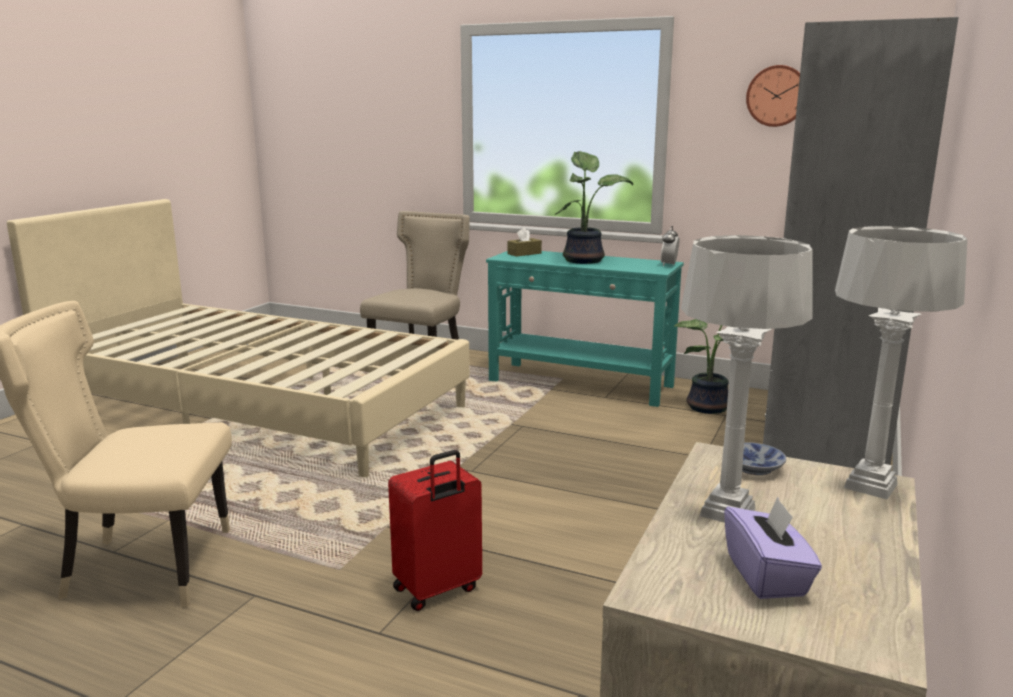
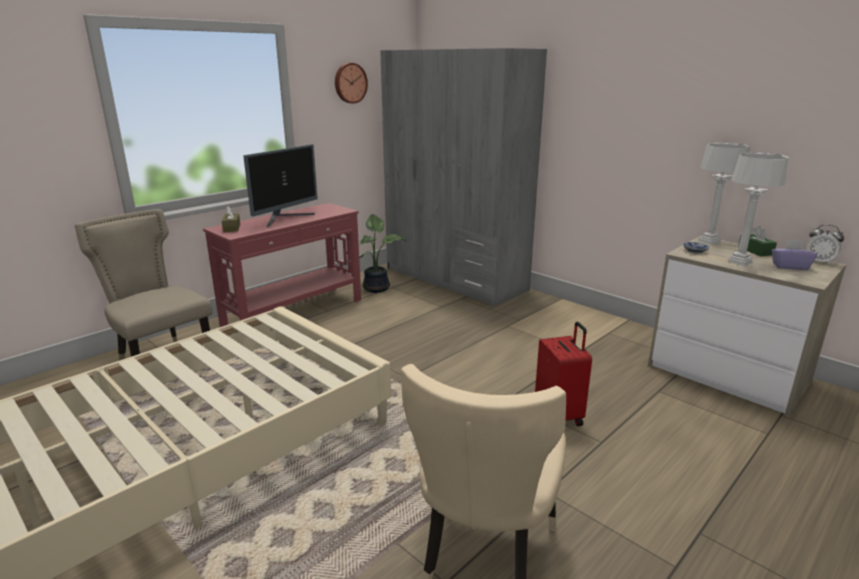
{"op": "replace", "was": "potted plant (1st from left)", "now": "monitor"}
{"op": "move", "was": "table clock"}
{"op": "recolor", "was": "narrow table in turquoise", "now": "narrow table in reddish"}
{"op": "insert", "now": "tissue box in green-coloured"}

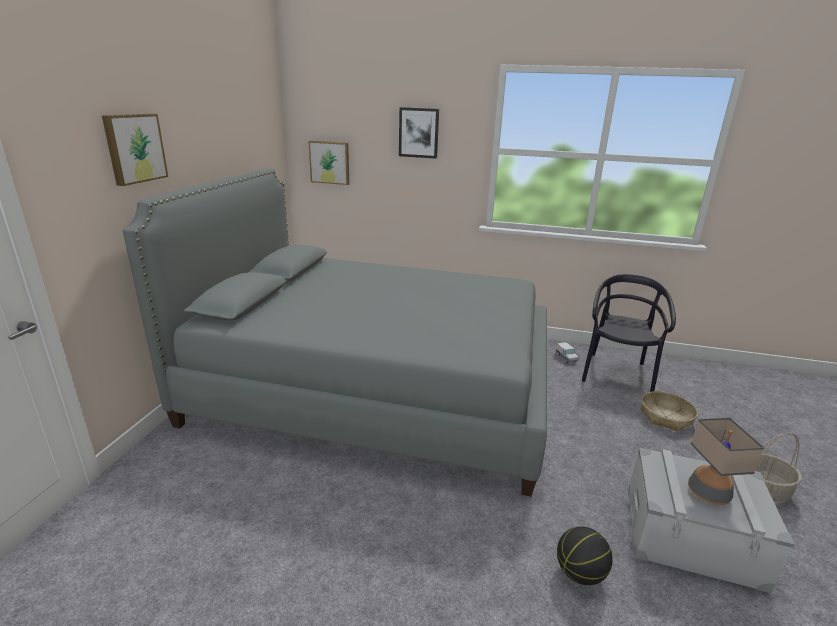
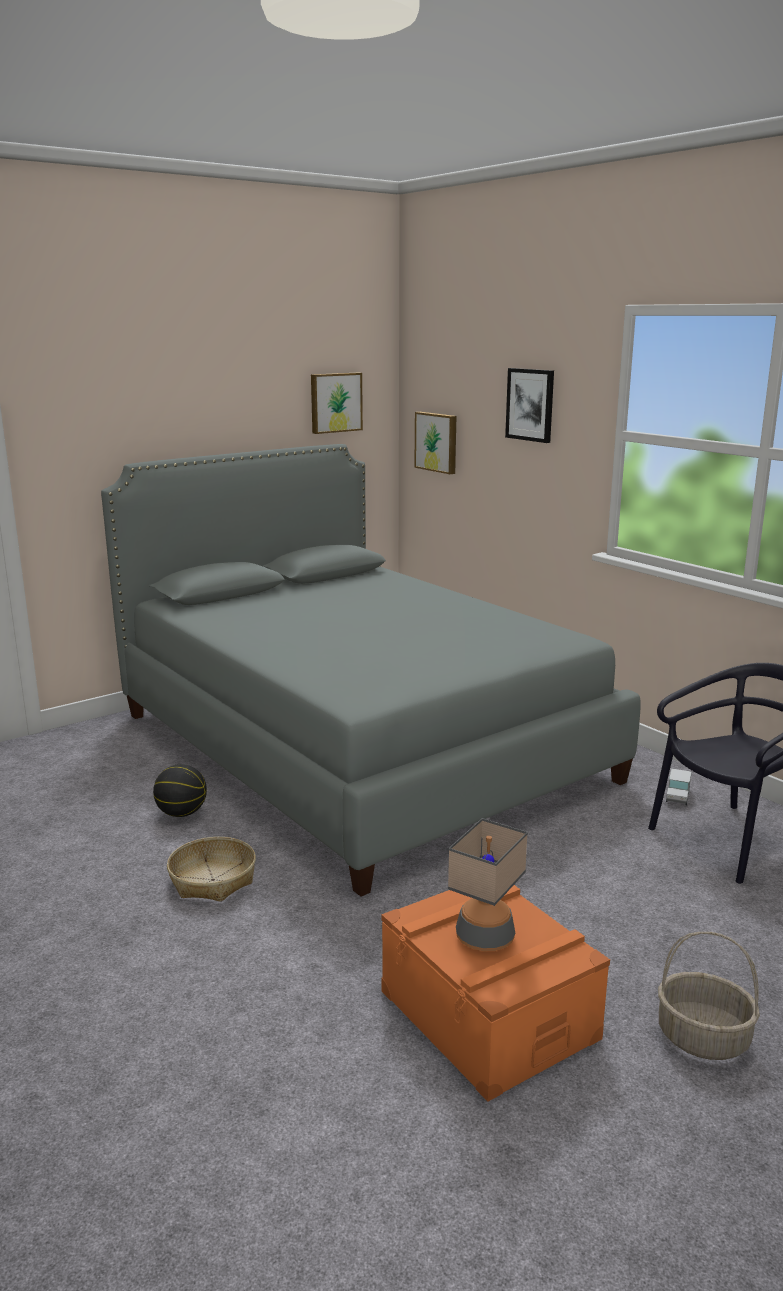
{"op": "move", "was": "picture (1st from left)"}
{"op": "move", "was": "household basket (1st from left)"}
{"op": "recolor", "was": "storage bin in grey", "now": "storage bin in orange-coloured"}
{"op": "move", "was": "ball for basketball"}

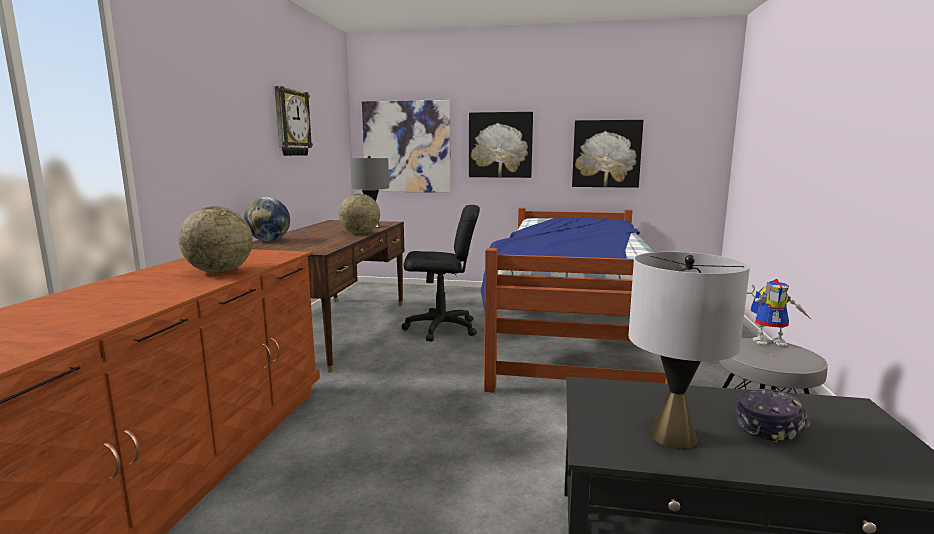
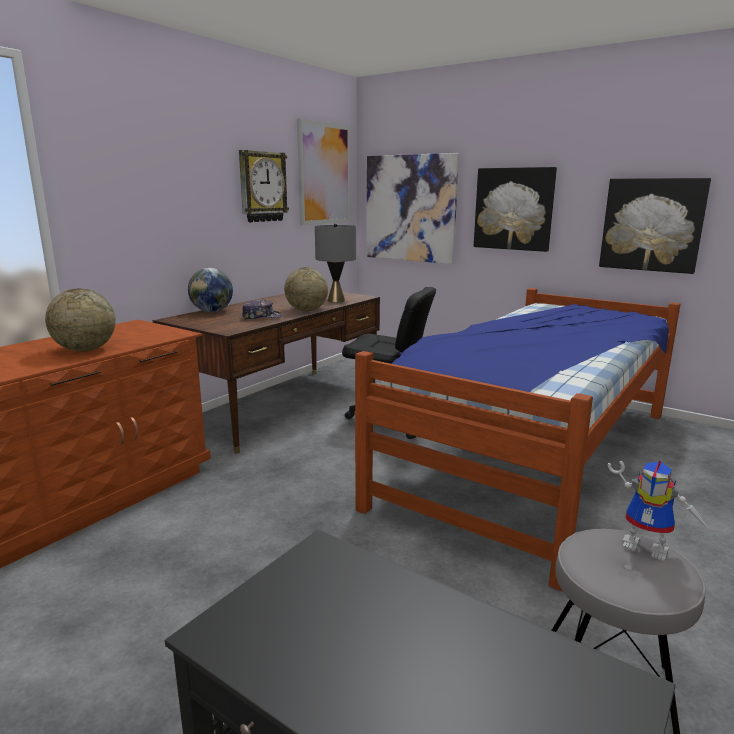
{"op": "delete", "was": "tabletop lamp in grey (2nd from left)"}
{"op": "move", "was": "cap"}
{"op": "insert", "now": "picture (1st from left)"}

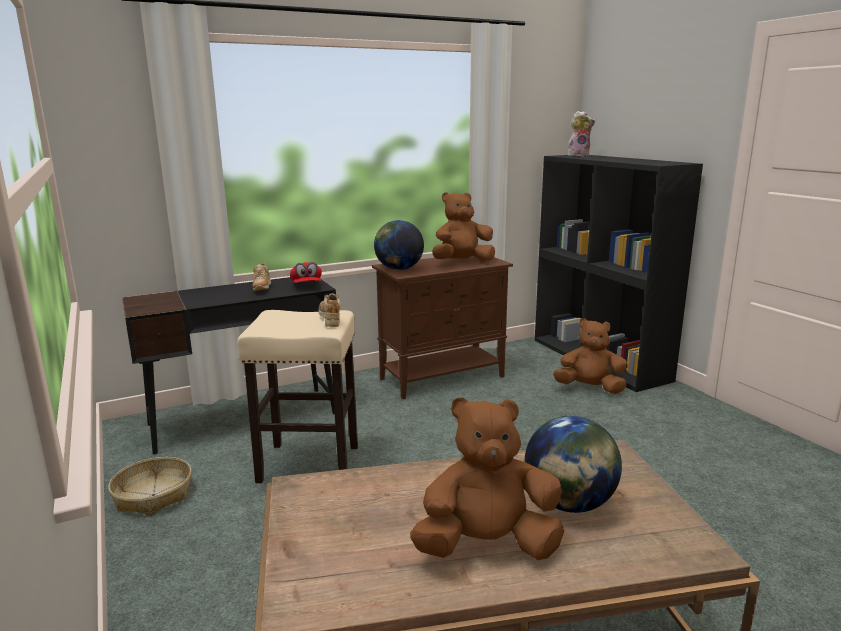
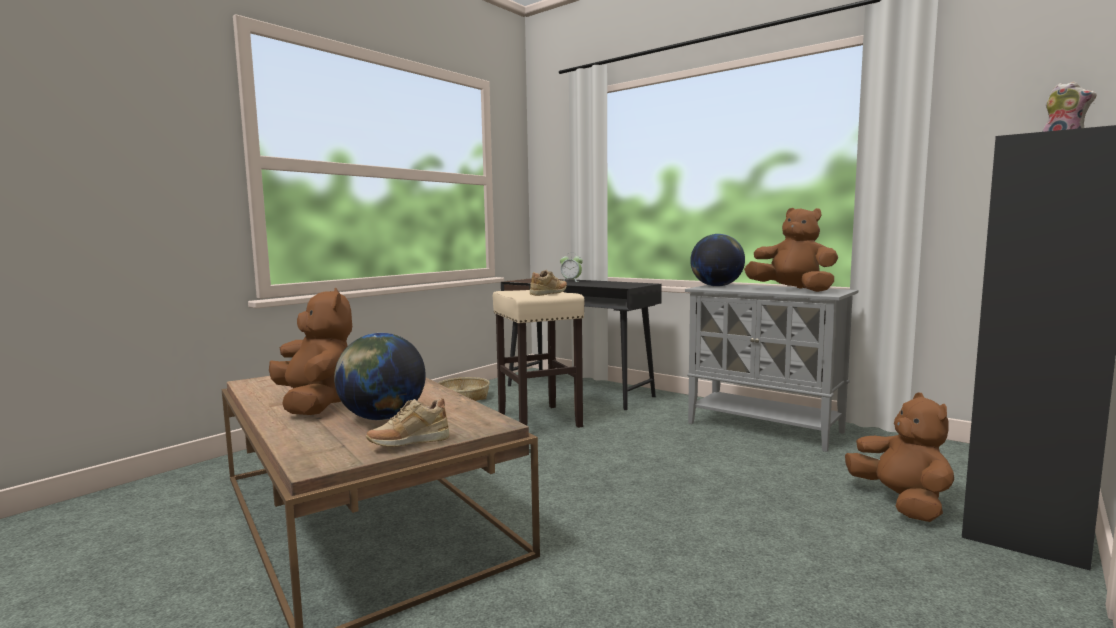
{"op": "recolor", "was": "cupboard in brown-coloured", "now": "cupboard in grey"}
{"op": "delete", "was": "cap in reddish"}
{"op": "move", "was": "shoe in beige (1st from left)"}
{"op": "insert", "now": "table clock"}

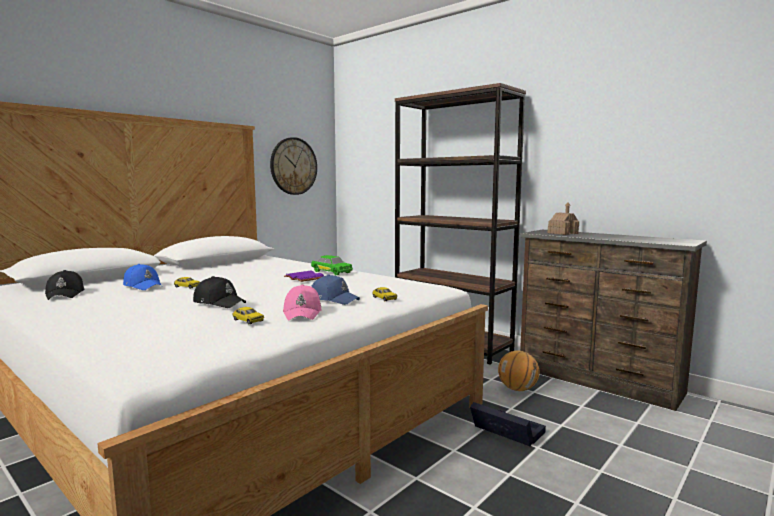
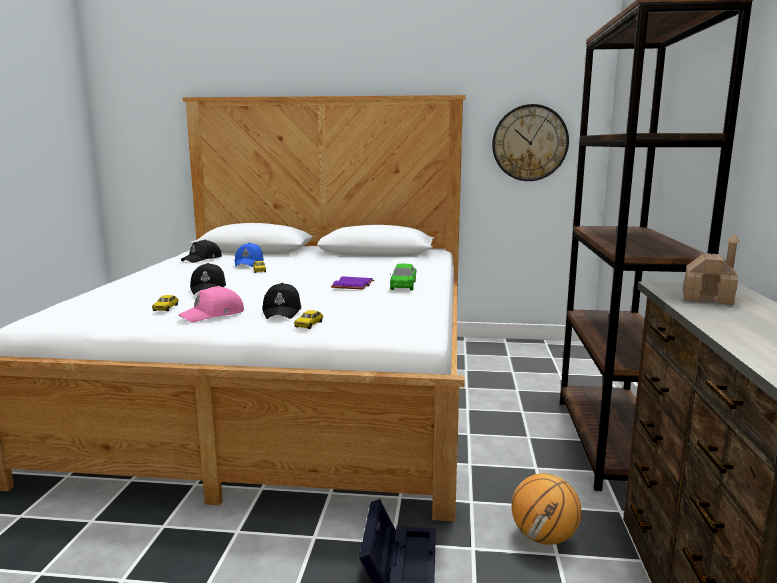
{"op": "recolor", "was": "cap in blue (2nd from left)", "now": "cap in blackish (3rd from left)"}

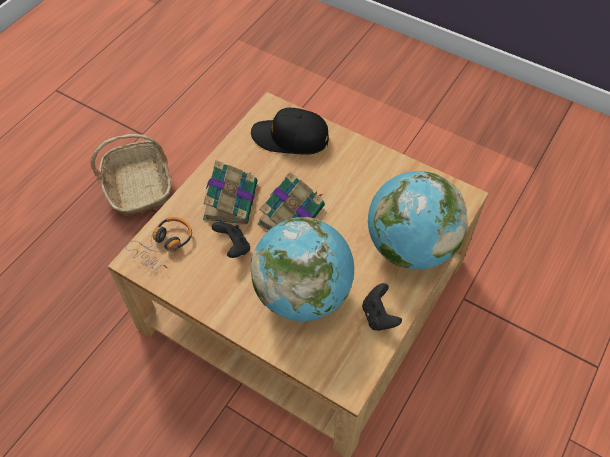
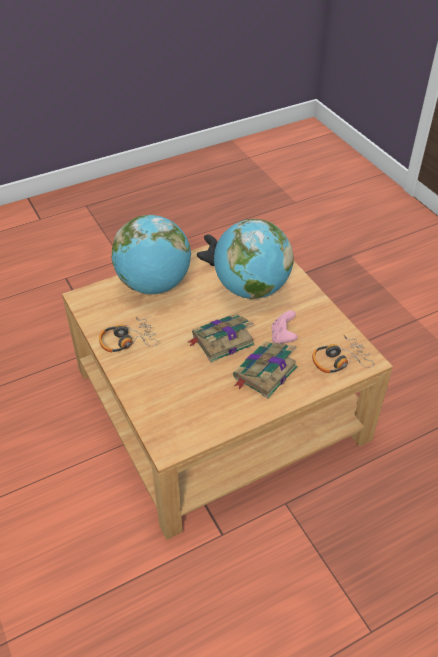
{"op": "delete", "was": "cap in blackish"}
{"op": "delete", "was": "household basket"}
{"op": "recolor", "was": "game controller in blackish (1st from left)", "now": "game controller in pinkish"}
{"op": "insert", "now": "pair of headphones (1st from left)"}

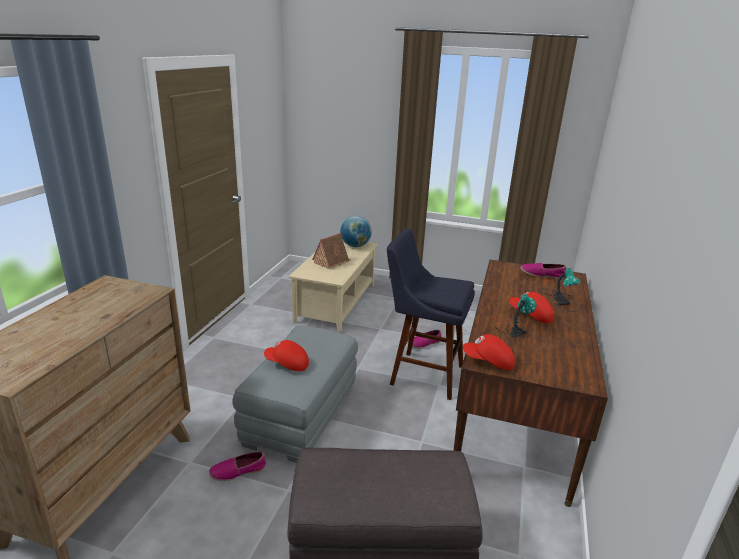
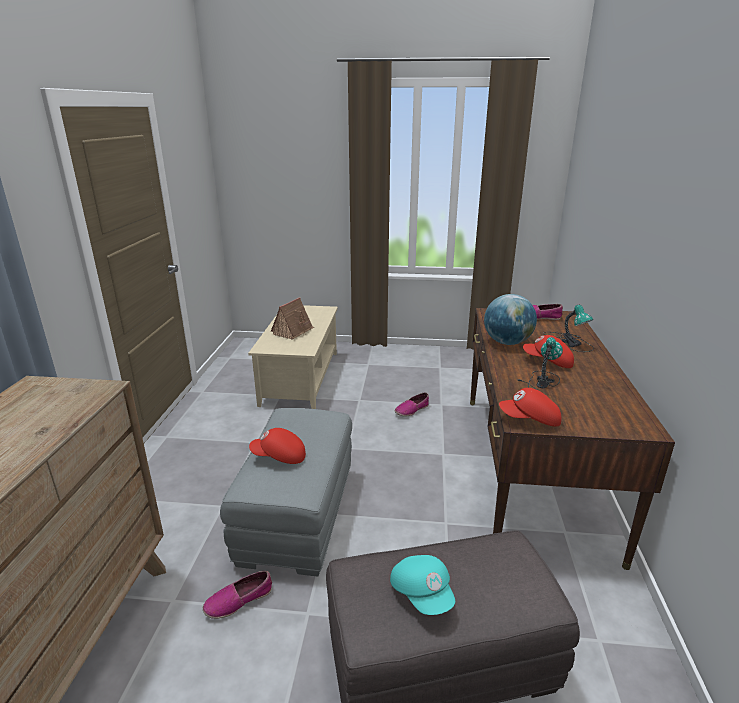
{"op": "move", "was": "globe"}
{"op": "delete", "was": "sitting stool in blue"}
{"op": "insert", "now": "cap in turquoise"}

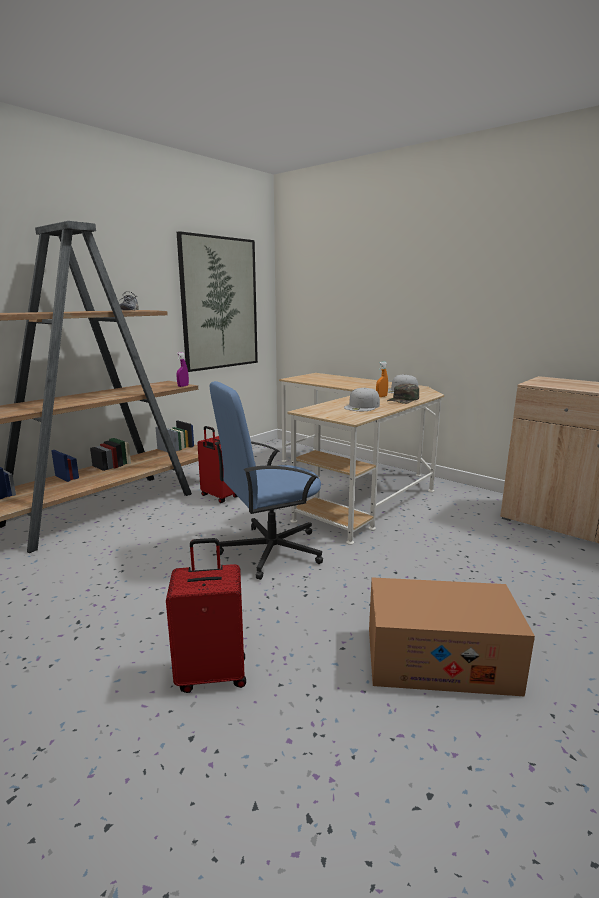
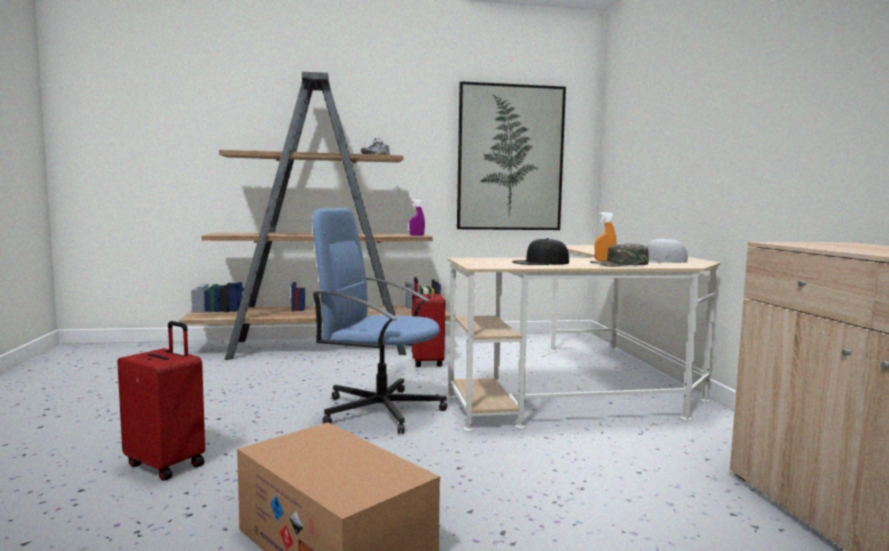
{"op": "recolor", "was": "cap in white (1st from left)", "now": "cap in blackish"}

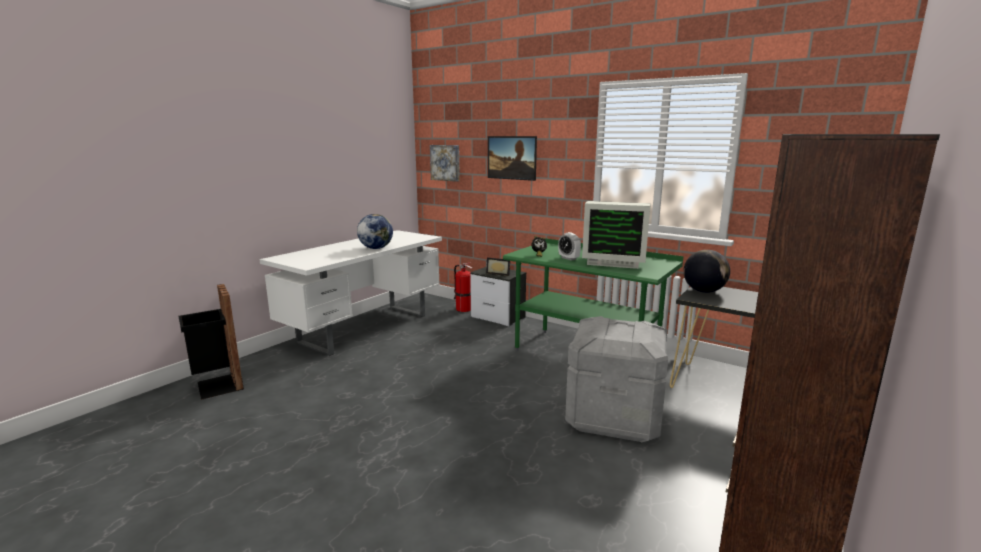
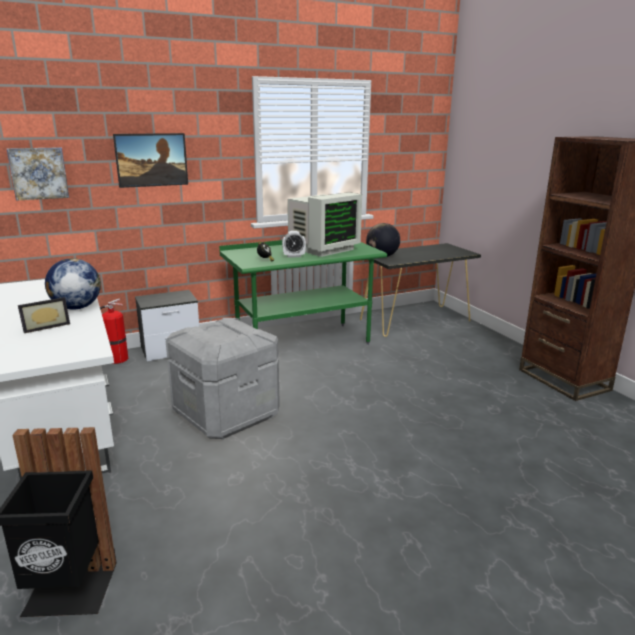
{"op": "move", "was": "picture frame"}
{"op": "move", "was": "storage bin in grey"}

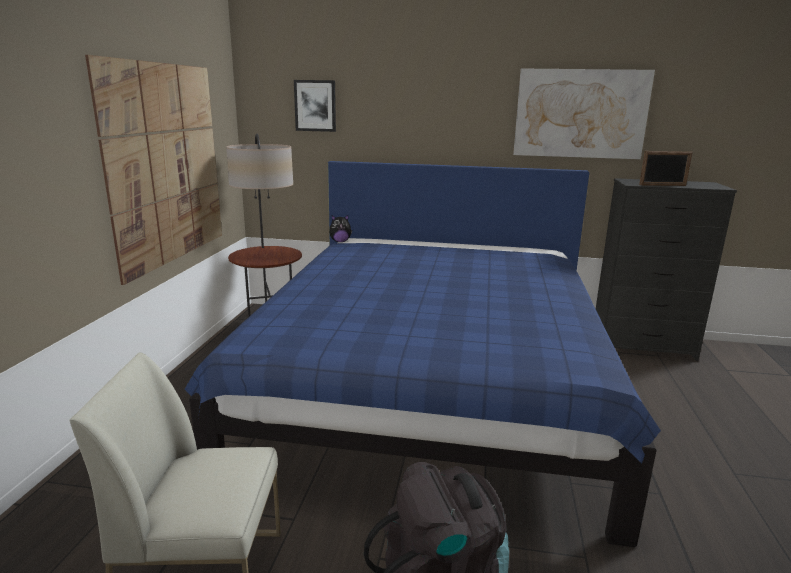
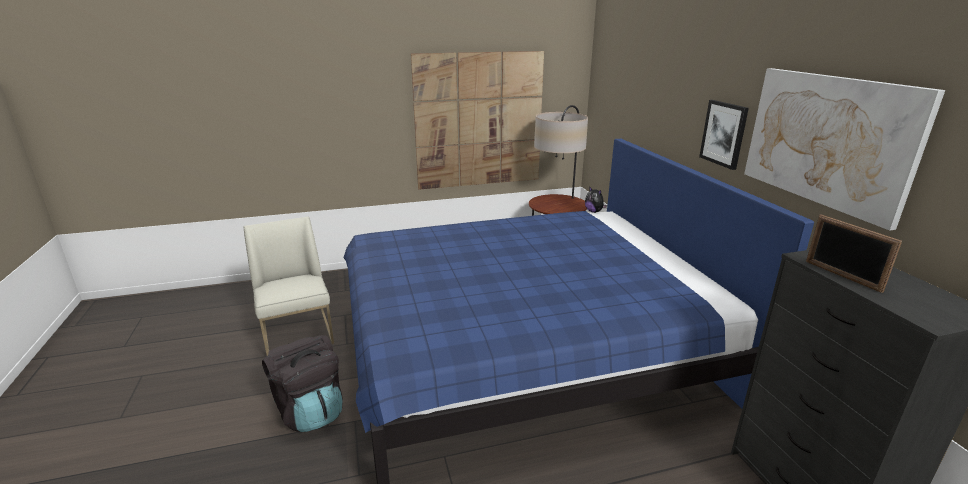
{"op": "move", "was": "picture (2nd from left)"}

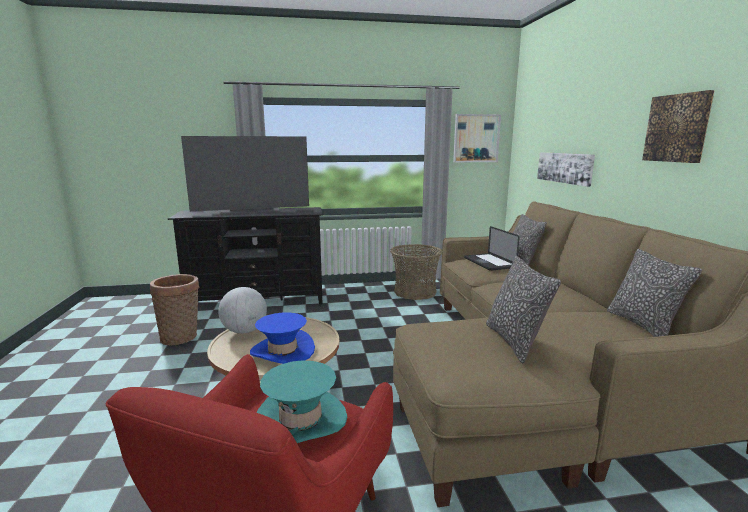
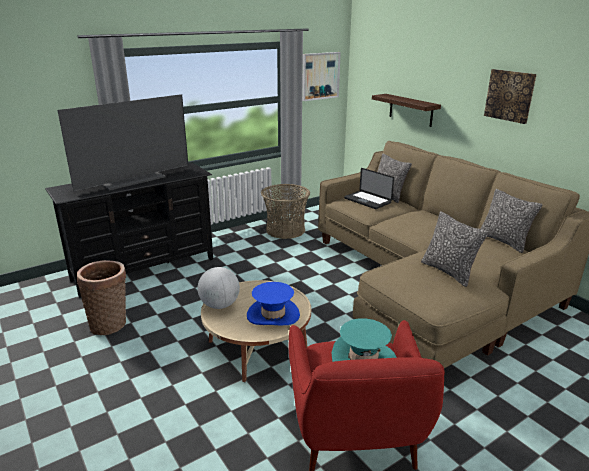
{"op": "replace", "was": "picture (2nd from left)", "now": "bracket shelf"}

